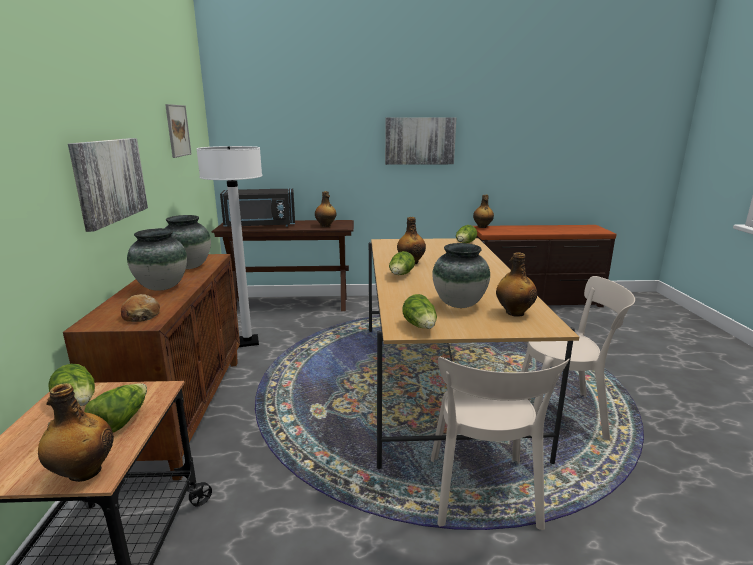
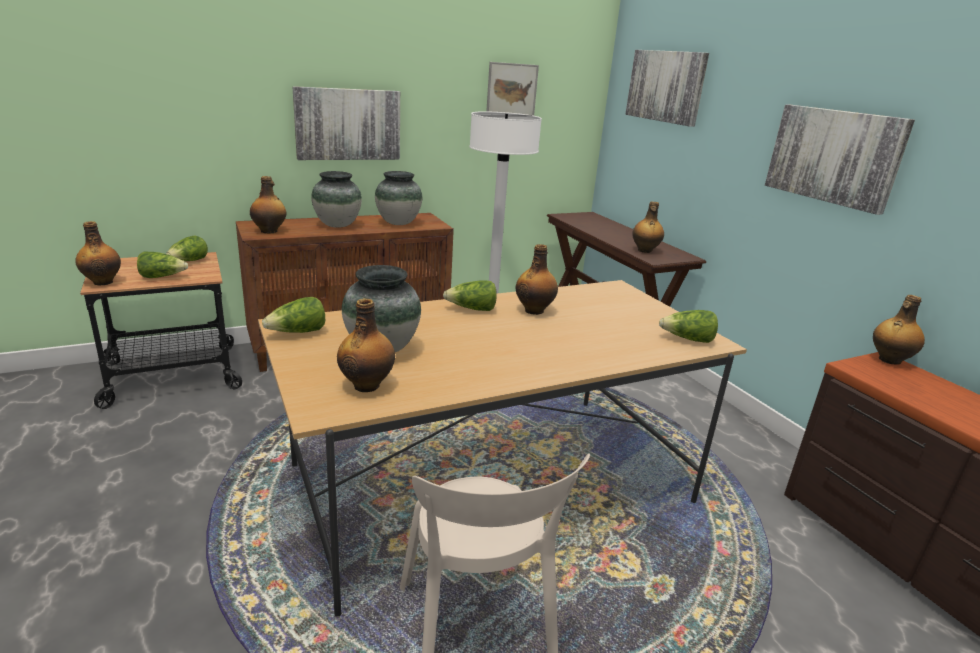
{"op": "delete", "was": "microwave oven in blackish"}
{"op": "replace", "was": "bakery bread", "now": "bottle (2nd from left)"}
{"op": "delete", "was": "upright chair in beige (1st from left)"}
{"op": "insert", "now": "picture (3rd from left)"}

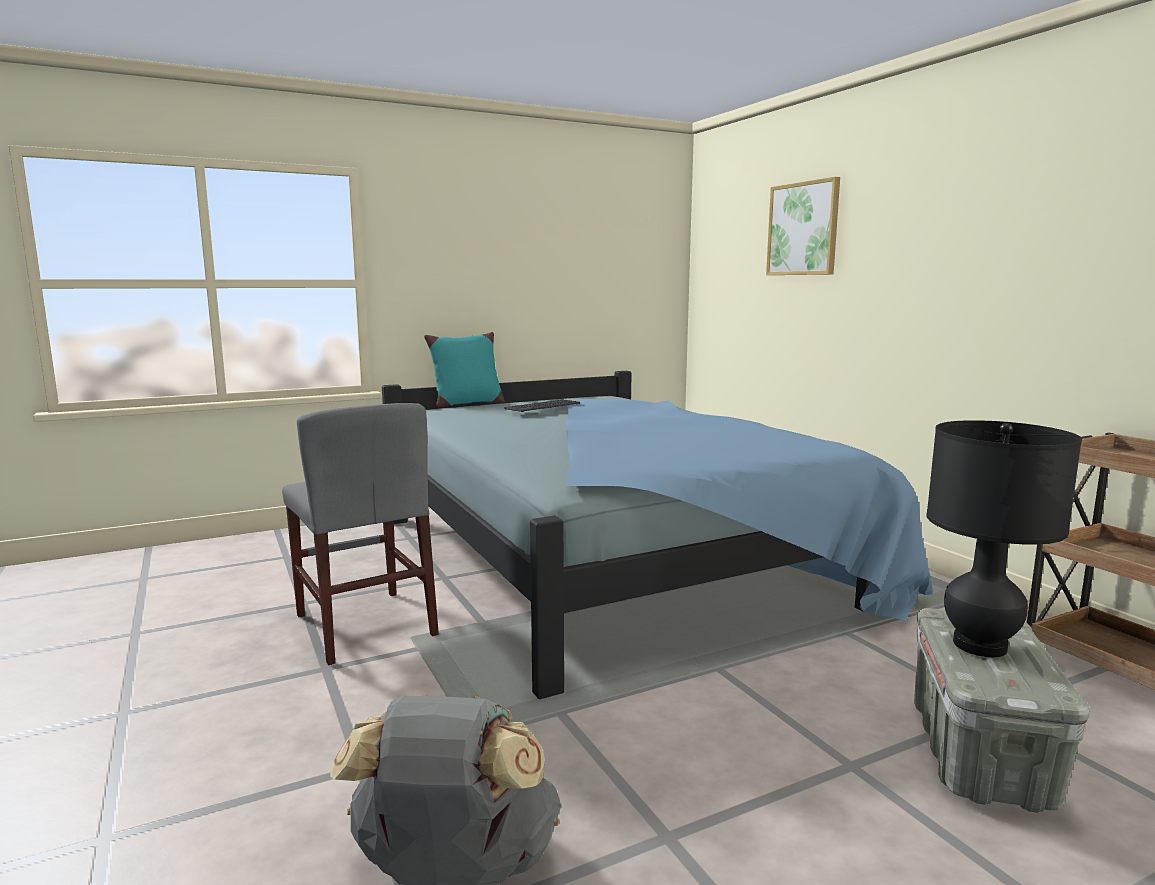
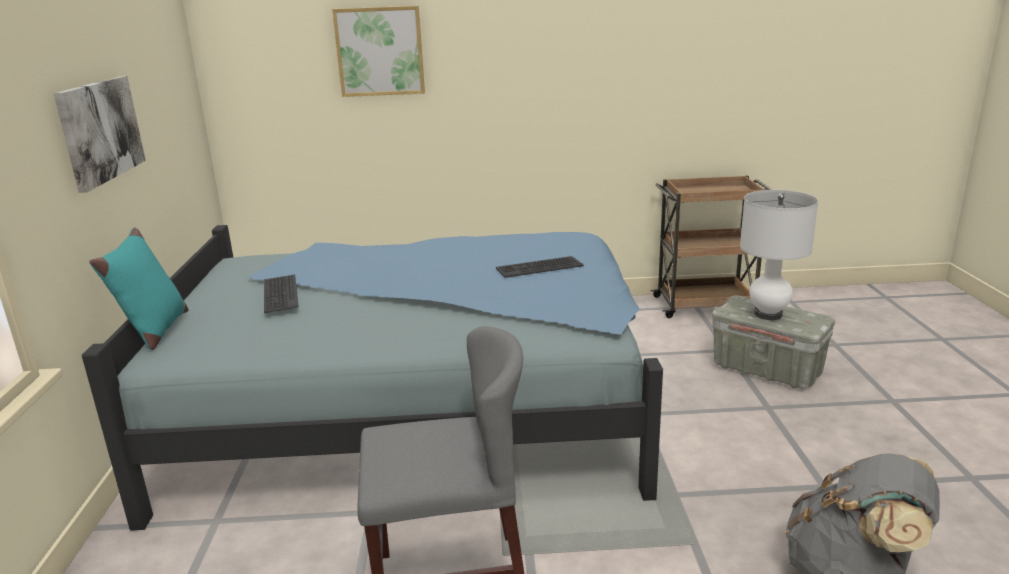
{"op": "recolor", "was": "tabletop lamp in blackish", "now": "tabletop lamp in white"}
{"op": "insert", "now": "picture (1st from left)"}
{"op": "insert", "now": "computer keyboard (2nd from left)"}

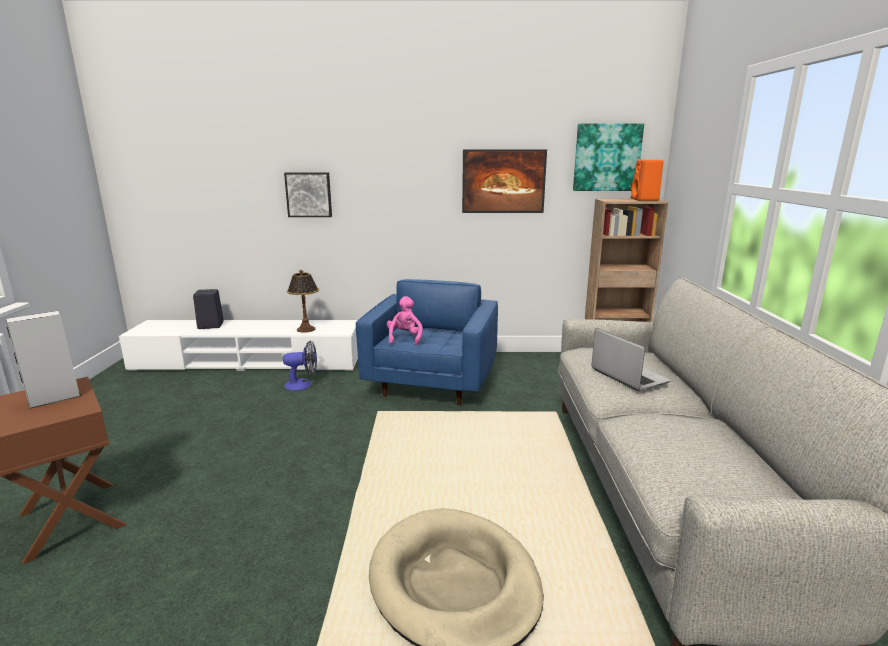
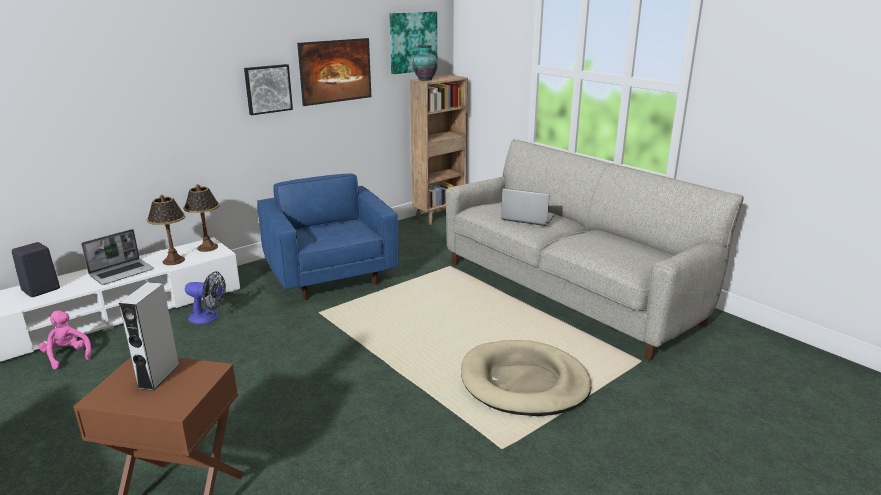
{"op": "delete", "was": "loudspeaker in orange-coloured"}
{"op": "move", "was": "picture (1st from left)"}
{"op": "move", "was": "plush toy in pinkish"}
{"op": "rotate", "was": "fan", "clockwise": 60}
{"op": "insert", "now": "flower vase"}
{"op": "insert", "now": "tabletop lamp (2nd from left)"}
{"op": "insert", "now": "laptop (1st from left)"}

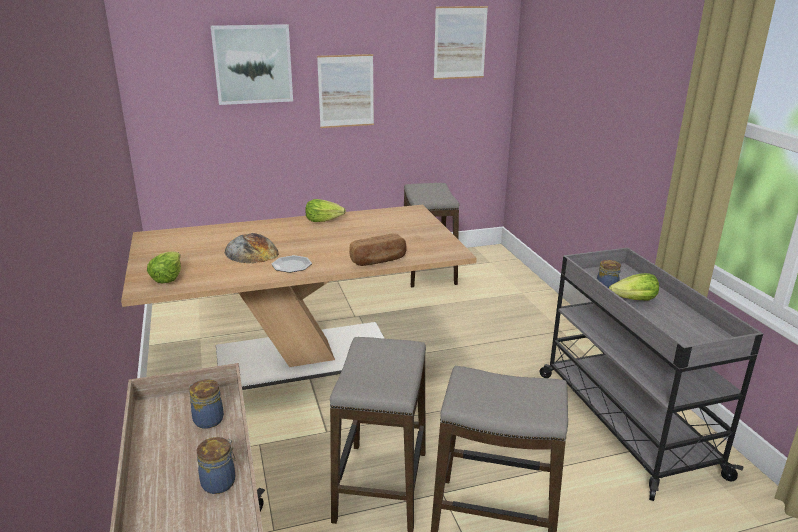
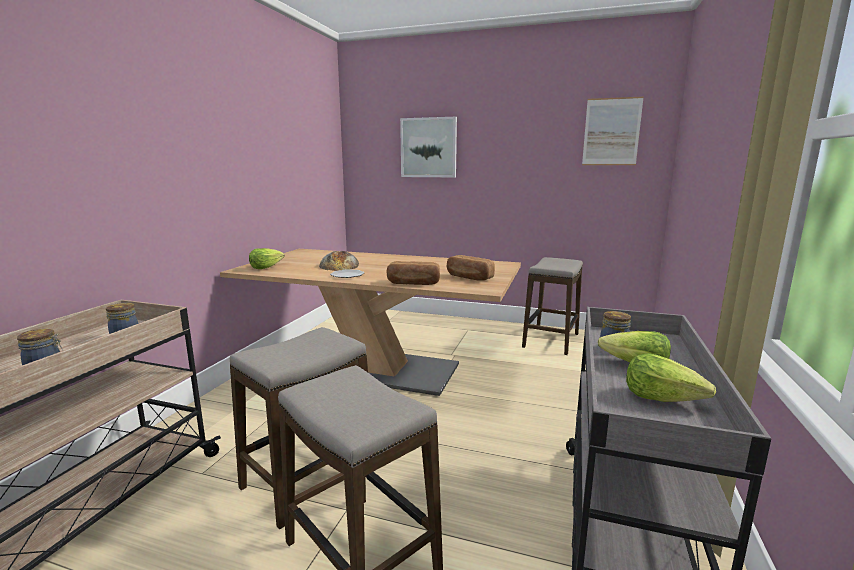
{"op": "delete", "was": "picture (2nd from left)"}
{"op": "move", "was": "head of lettuce (2nd from left in the first image)", "now": "head of lettuce (3rd from left)"}
{"op": "insert", "now": "bakery bread (3rd from left)"}

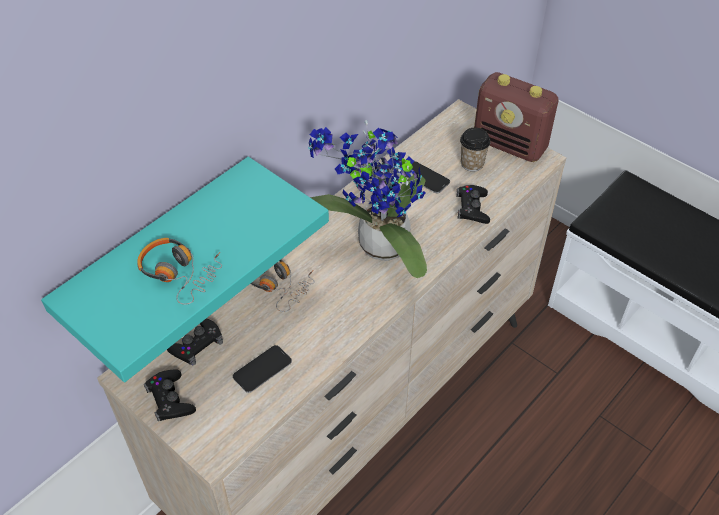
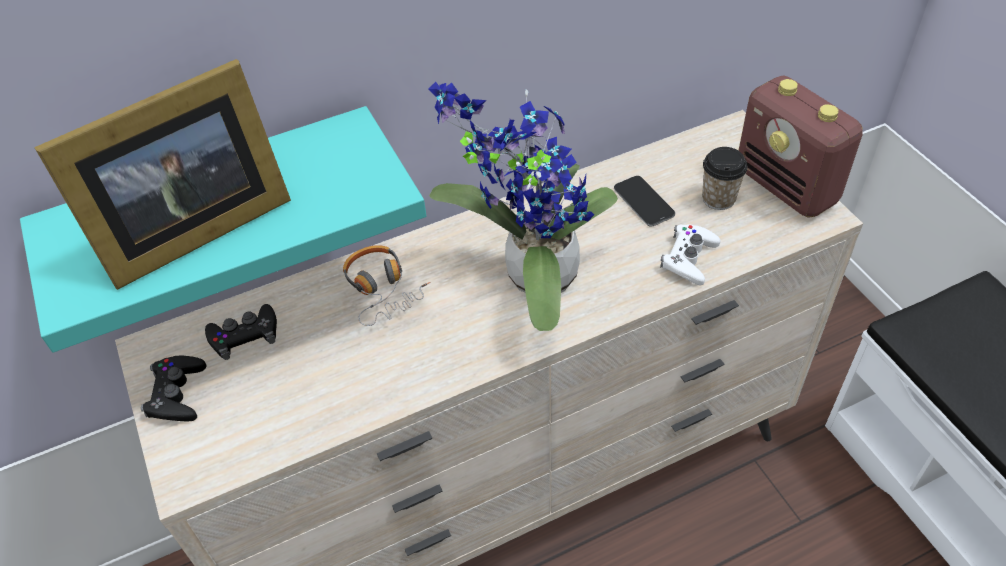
{"op": "recolor", "was": "game controller in blackish (3rd from left)", "now": "game controller in white"}
{"op": "replace", "was": "pair of headphones (1st from left)", "now": "picture frame"}
{"op": "delete", "was": "phone (1st from left)"}

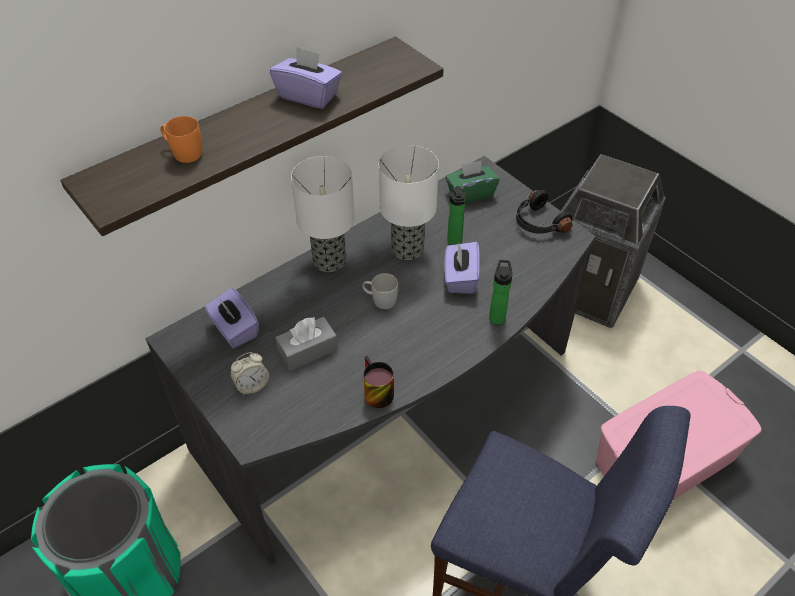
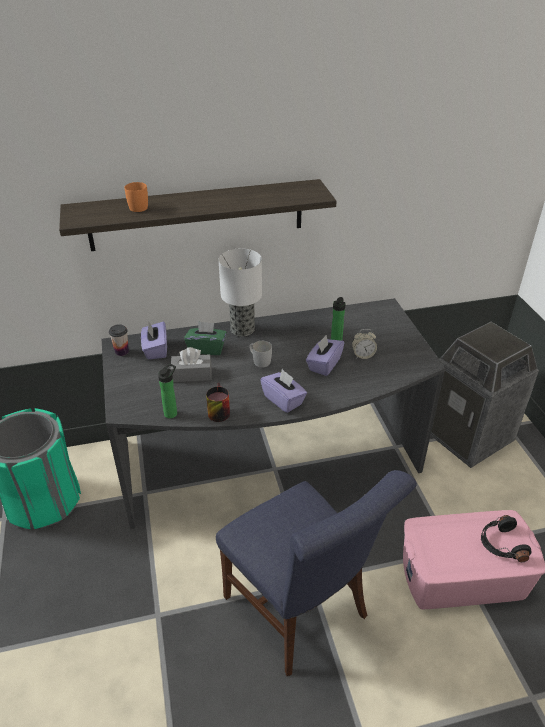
{"op": "move", "was": "tissue box in purple-coloured (2nd from left)"}
{"op": "delete", "was": "tabletop lamp (2nd from left)"}
{"op": "move", "was": "tissue box in green-coloured"}
{"op": "move", "was": "pair of headphones in blackish"}
{"op": "move", "was": "bottle (2nd from left in the first image)", "now": "bottle (1st from left)"}
{"op": "move", "was": "table clock"}
{"op": "insert", "now": "small cup"}

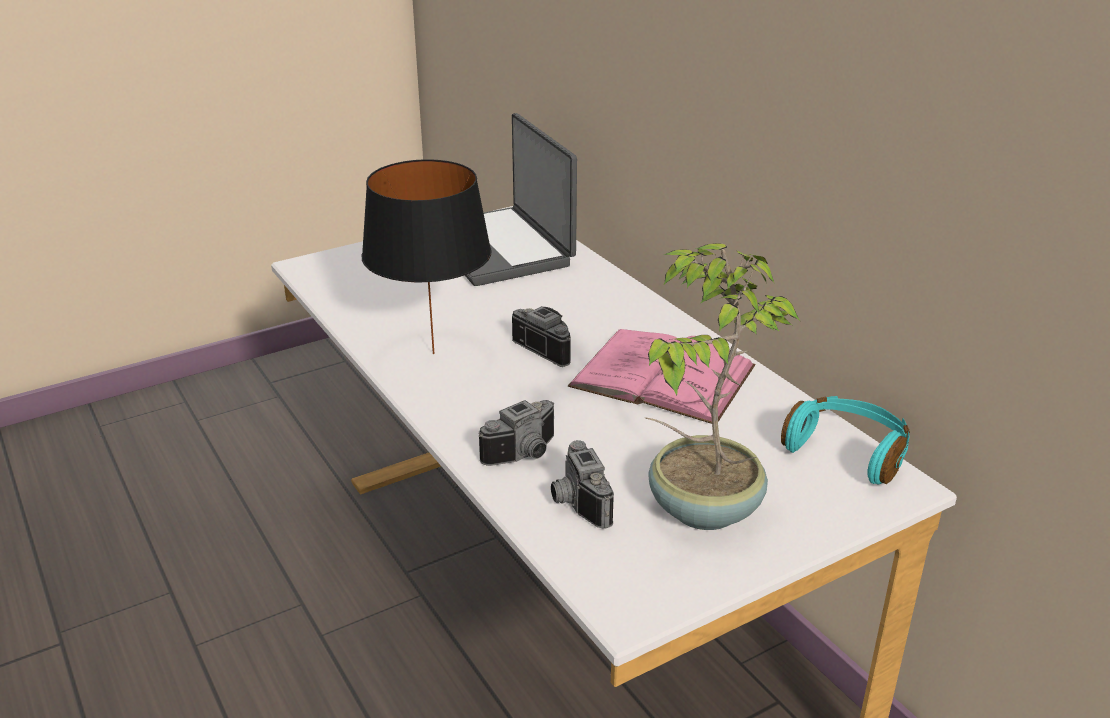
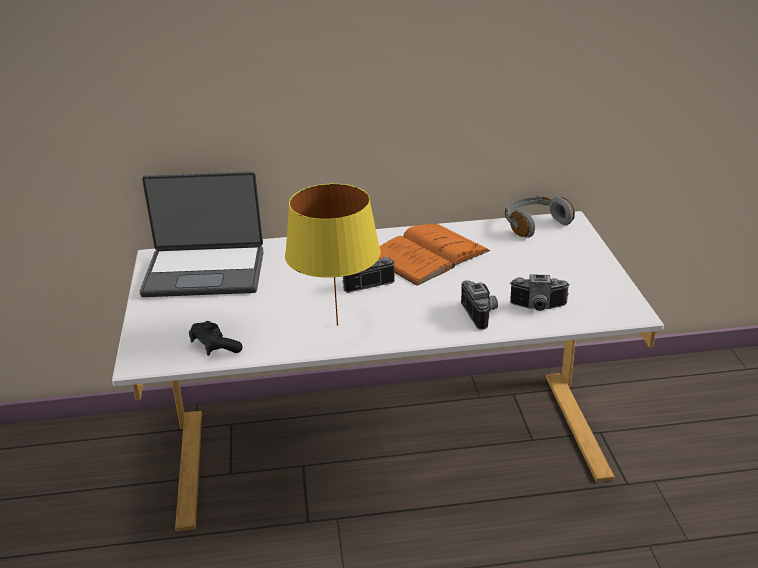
{"op": "recolor", "was": "tabletop lamp in blackish", "now": "tabletop lamp in yellow"}
{"op": "delete", "was": "potted plant"}
{"op": "recolor", "was": "bound book in pinkish", "now": "bound book in orange-coloured"}
{"op": "recolor", "was": "pair of headphones in turquoise", "now": "pair of headphones in grey"}
{"op": "insert", "now": "game controller in blackish"}

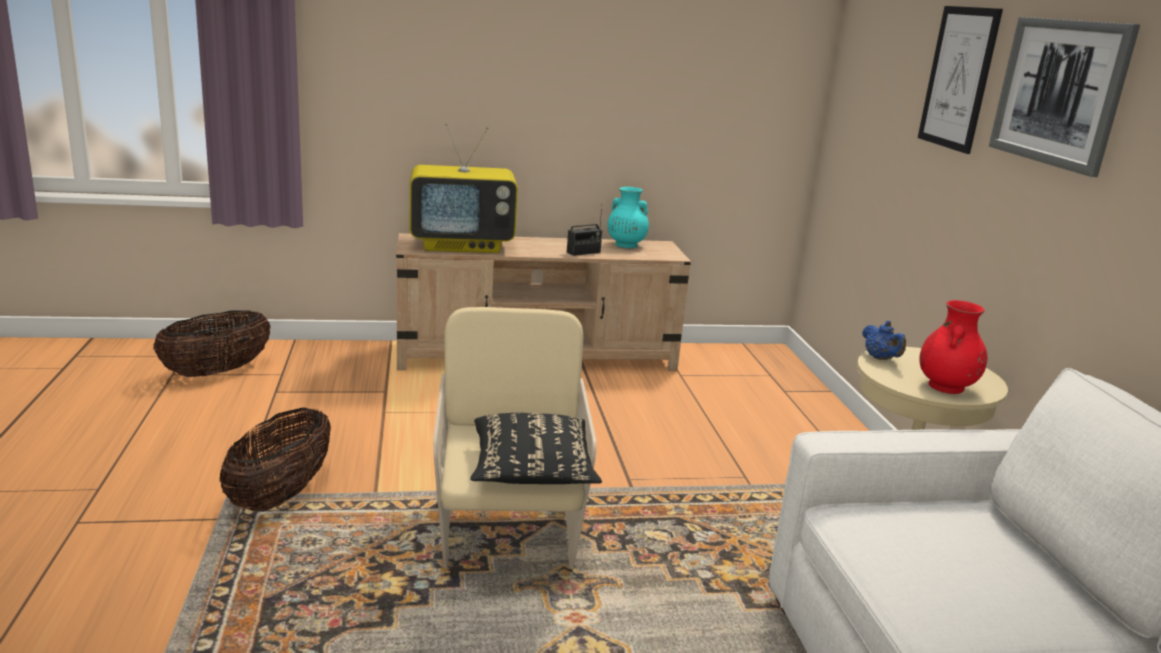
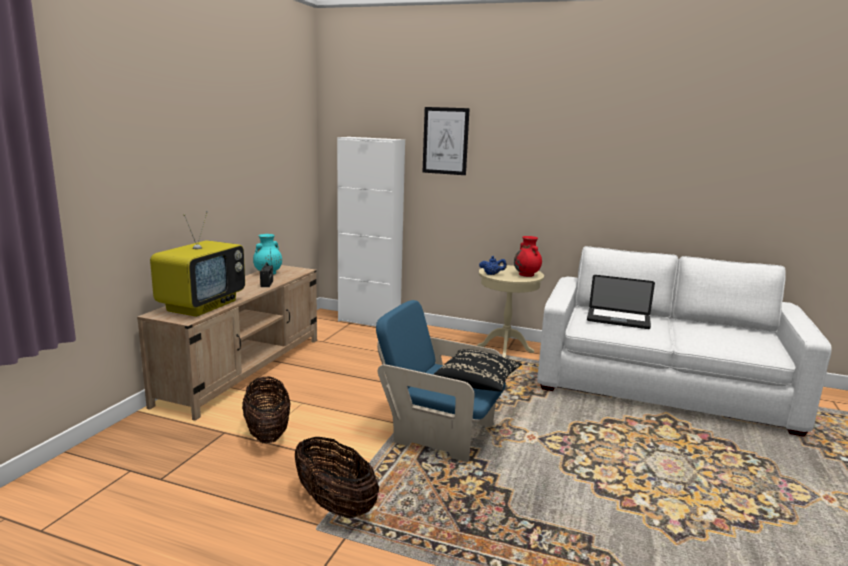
{"op": "delete", "was": "picture (2nd from left)"}
{"op": "recolor", "was": "lounge chair in beige", "now": "lounge chair in blue"}
{"op": "move", "was": "household basket (1st from left)"}
{"op": "insert", "now": "cupboard in white"}
{"op": "insert", "now": "laptop"}

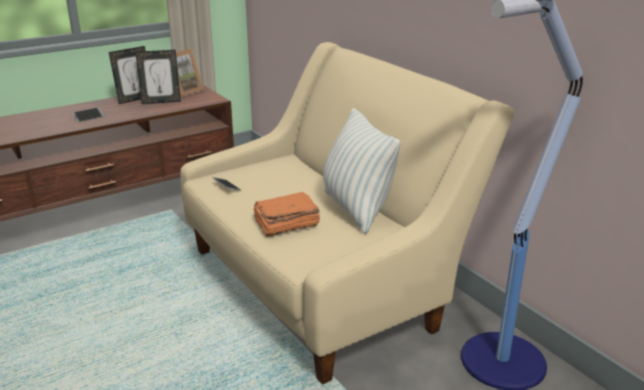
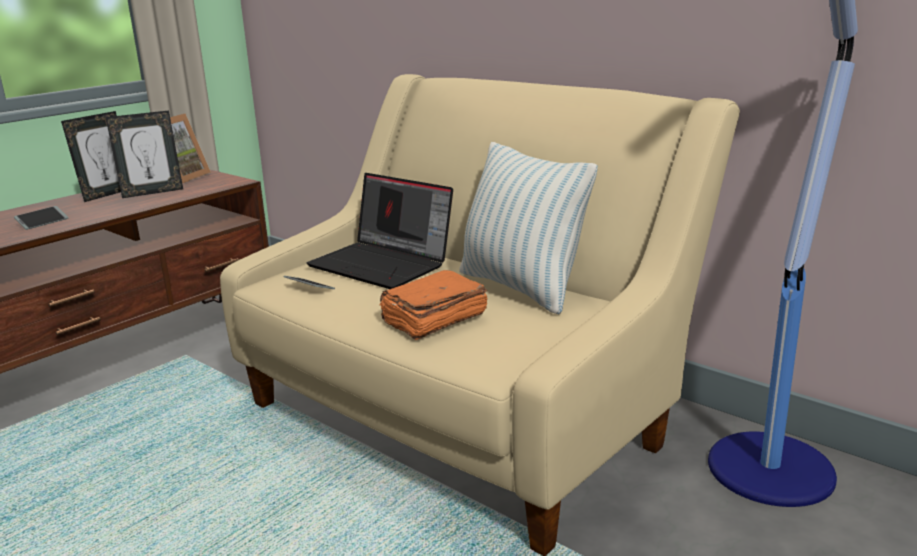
{"op": "insert", "now": "laptop"}

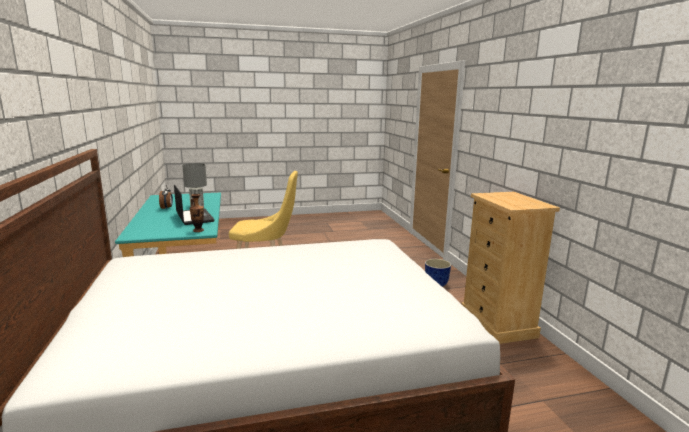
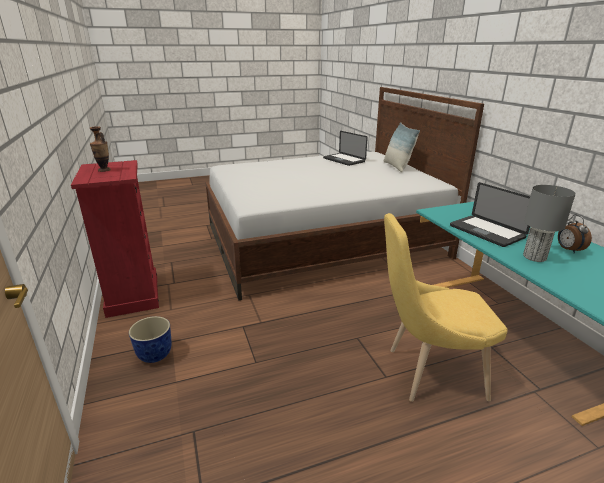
{"op": "recolor", "was": "dresser in beige", "now": "dresser in reddish"}
{"op": "move", "was": "flower vase"}
{"op": "insert", "now": "pillow"}
{"op": "insert", "now": "laptop (1st from left)"}

